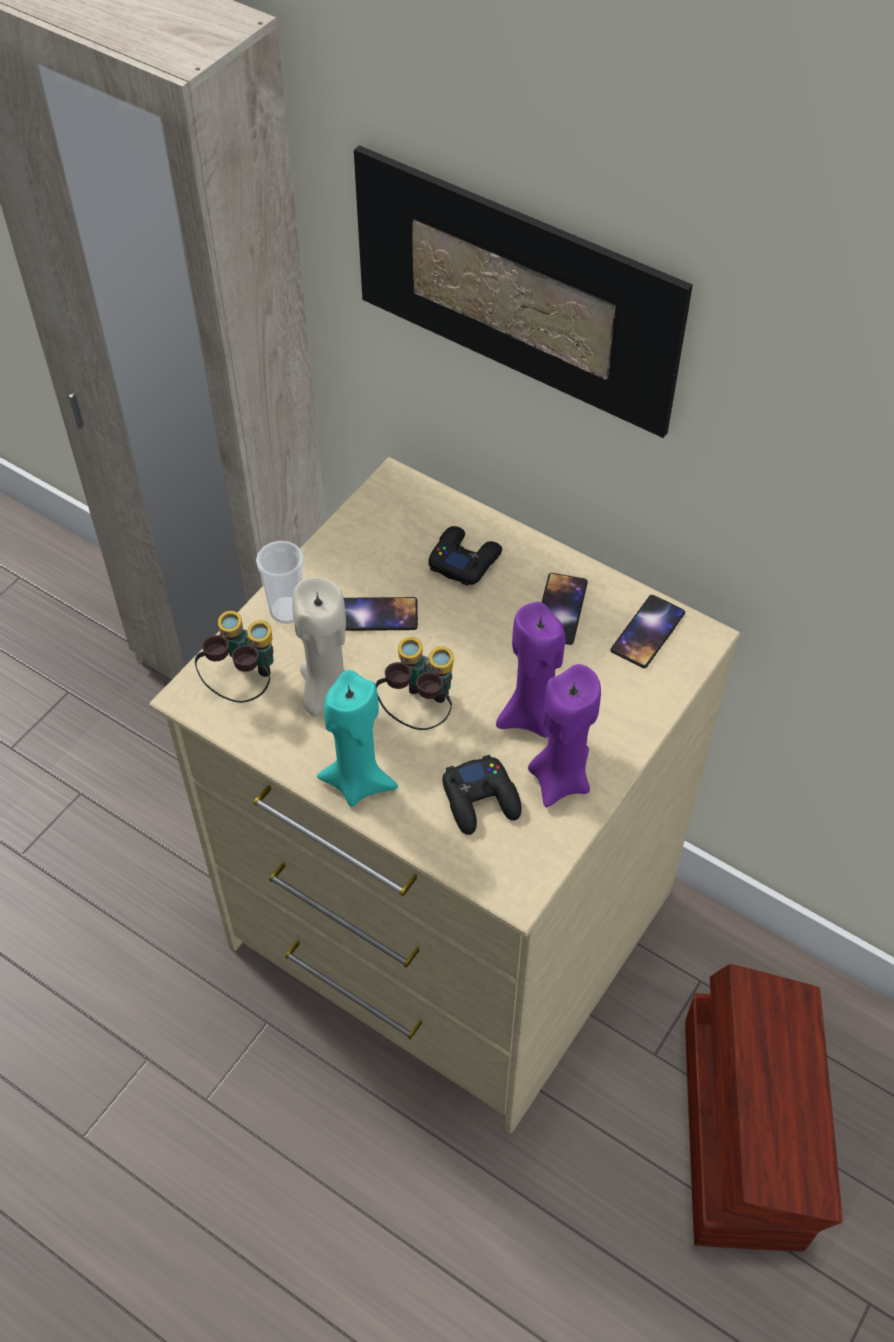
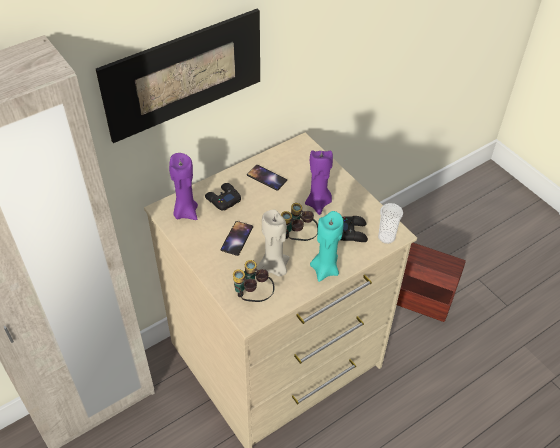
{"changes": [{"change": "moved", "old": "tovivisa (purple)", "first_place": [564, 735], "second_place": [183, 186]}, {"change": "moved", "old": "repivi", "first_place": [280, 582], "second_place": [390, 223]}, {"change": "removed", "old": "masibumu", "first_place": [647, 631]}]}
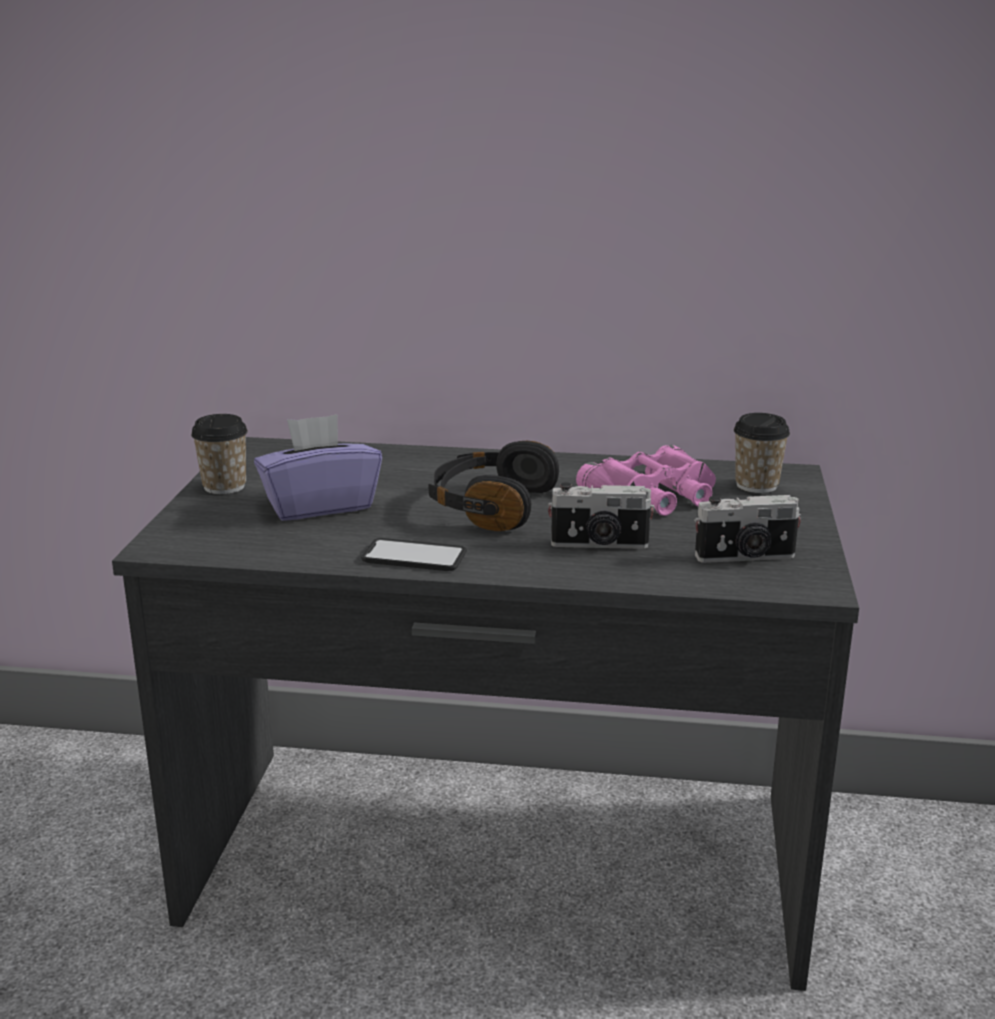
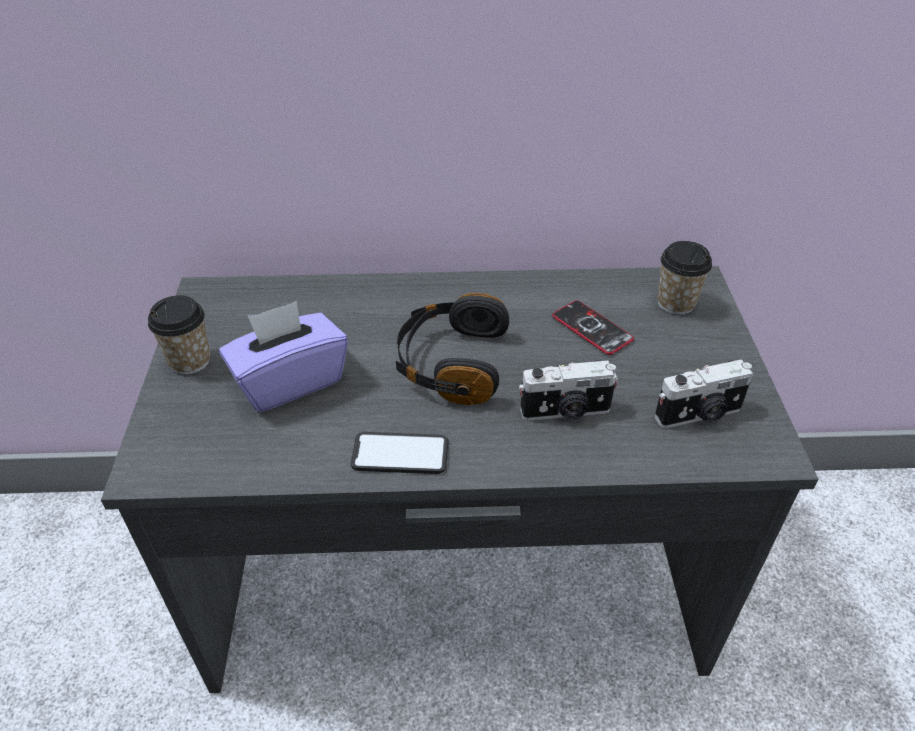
{"changes": [{"change": "replaced", "old": "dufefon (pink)", "new": "masibumu", "first_place": [646, 480], "second_place": [593, 327]}]}
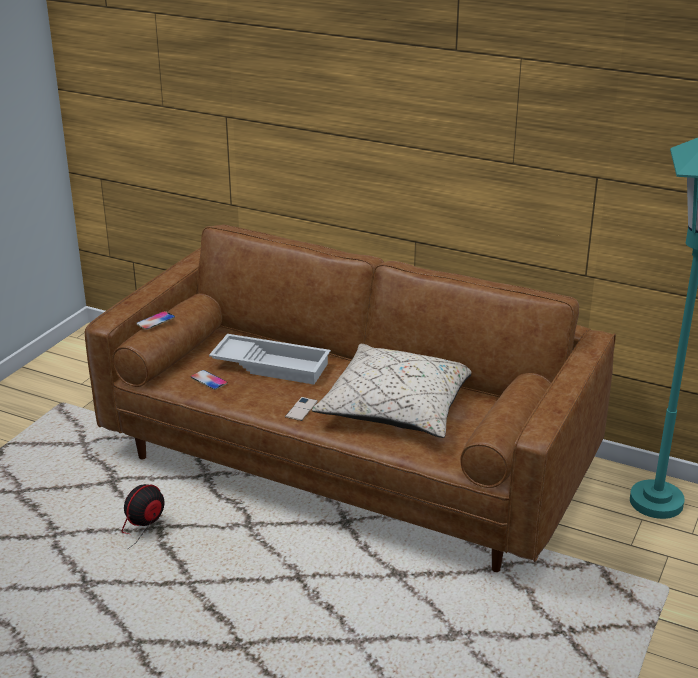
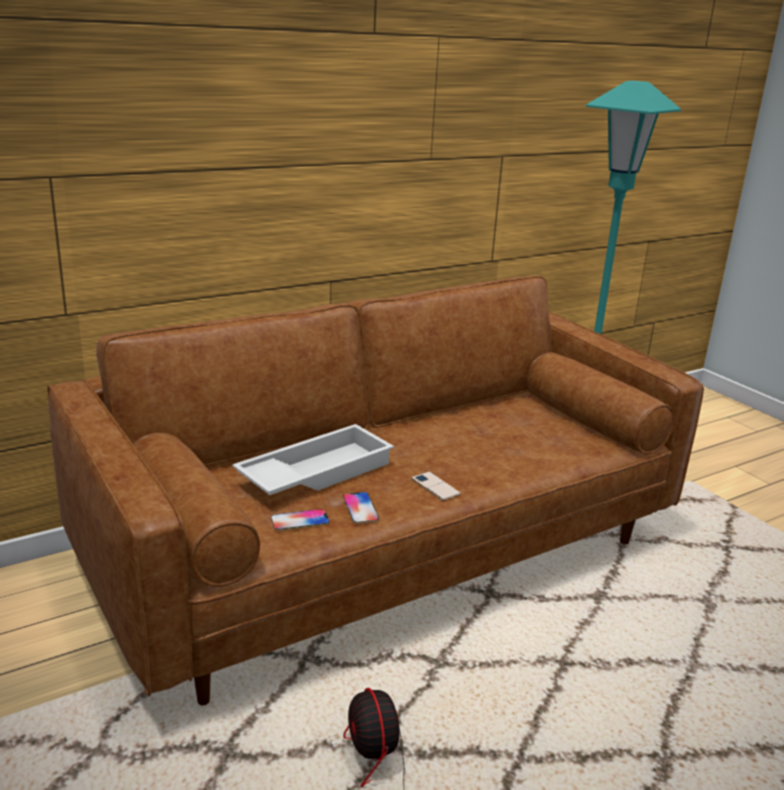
{"changes": [{"change": "moved", "old": "masibumu", "first_place": [155, 320], "second_place": [361, 508]}, {"change": "removed", "old": "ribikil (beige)", "first_place": [391, 391]}]}
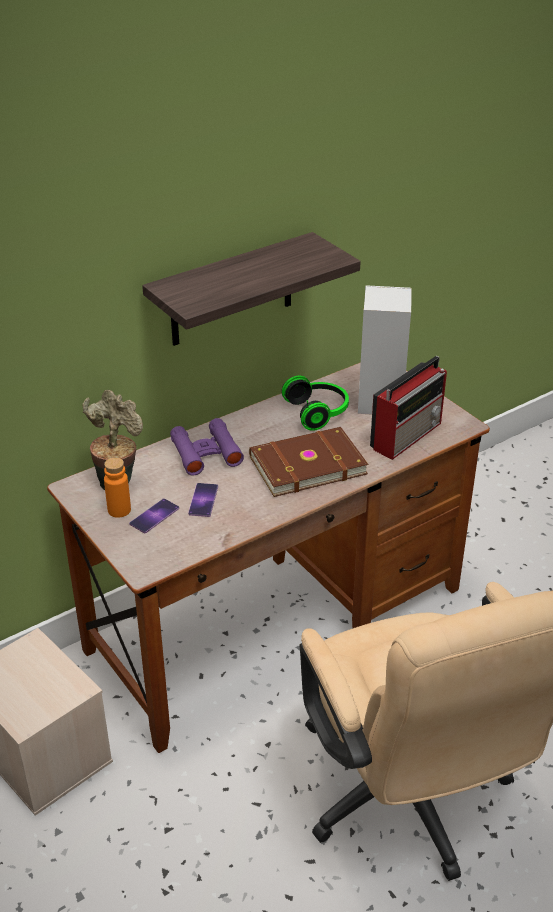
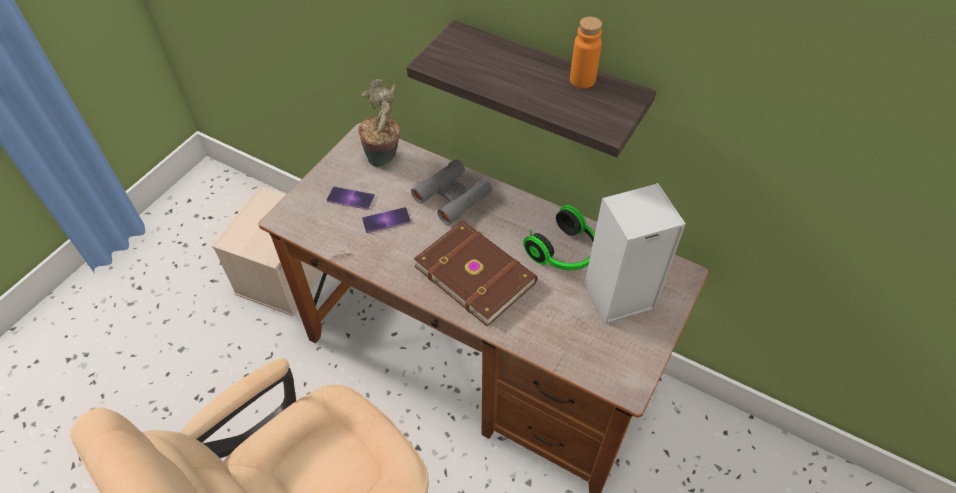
{"changes": [{"change": "recoloured", "old": "dufefon (purple)", "new": "dufefon (grey)", "first_place": [207, 447], "second_place": [451, 192]}, {"change": "moved", "old": "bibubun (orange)", "first_place": [117, 487], "second_place": [586, 52]}, {"change": "removed", "old": "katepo", "first_place": [408, 408]}]}
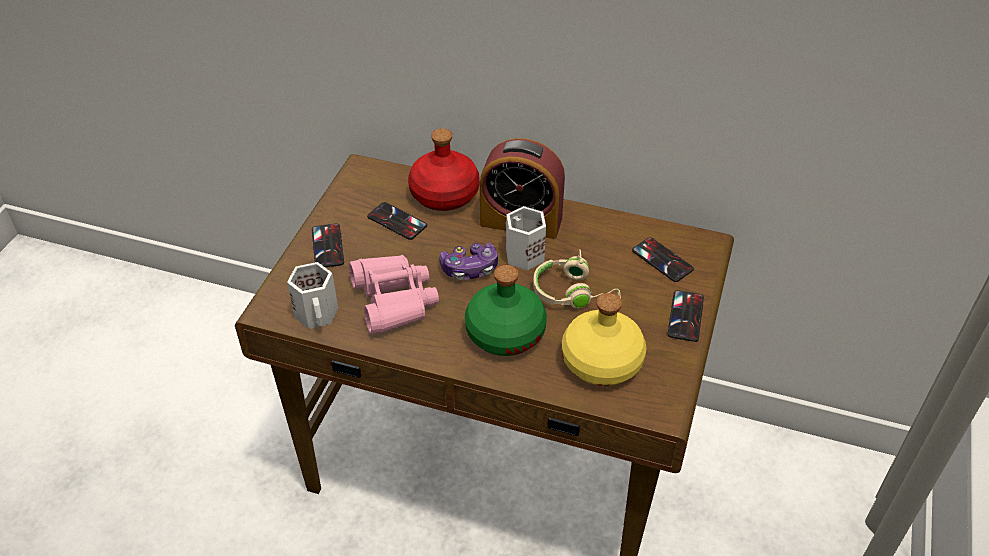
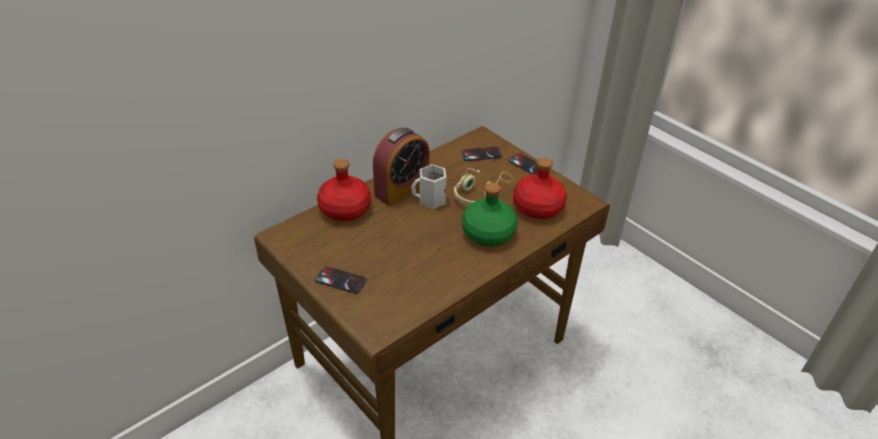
{"changes": [{"change": "recoloured", "old": "bibubun (yellow)", "new": "bibubun (red)", "first_place": [604, 339], "second_place": [540, 188]}, {"change": "removed", "old": "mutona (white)", "first_place": [312, 295]}, {"change": "removed", "old": "dufefon (pink)", "first_place": [394, 294]}, {"change": "removed", "old": "masibumu", "first_place": [397, 221]}, {"change": "removed", "old": "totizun", "first_place": [468, 261]}]}
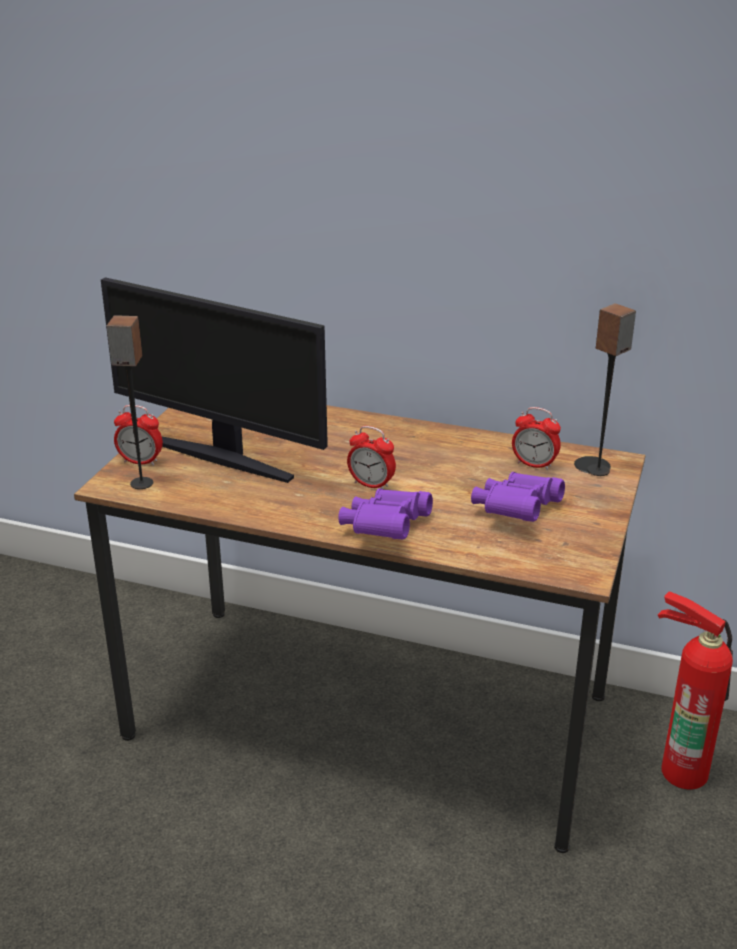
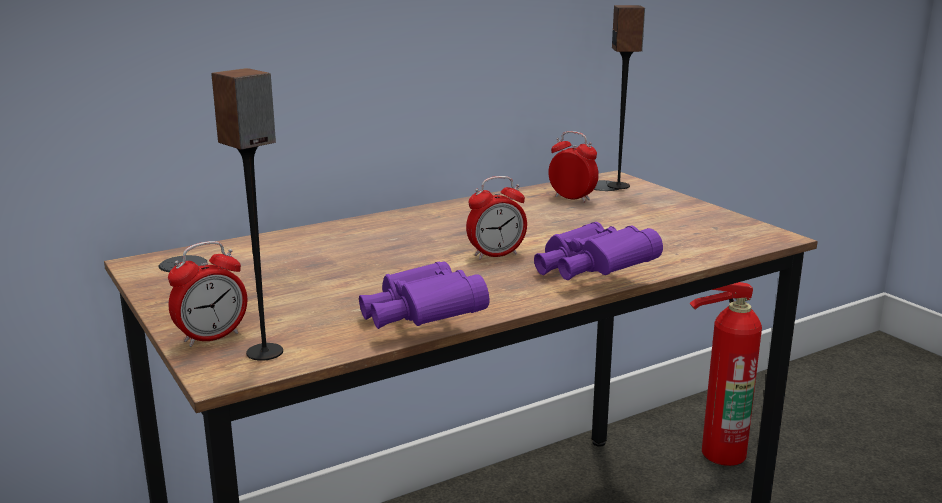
{"changes": [{"change": "moved", "old": "dufefon (purple)", "first_place": [518, 497], "second_place": [424, 295]}, {"change": "turned", "old": "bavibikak", "first_place": [536, 438], "second_place": [573, 167], "degrees": -120}, {"change": "removed", "old": "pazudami", "first_place": [214, 380]}]}
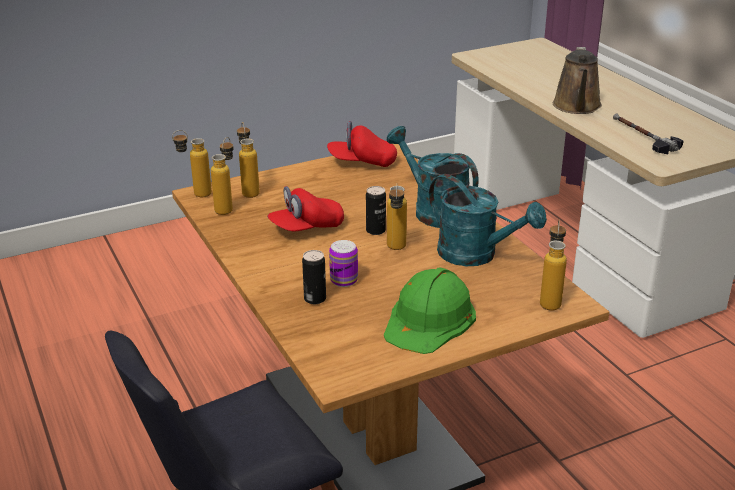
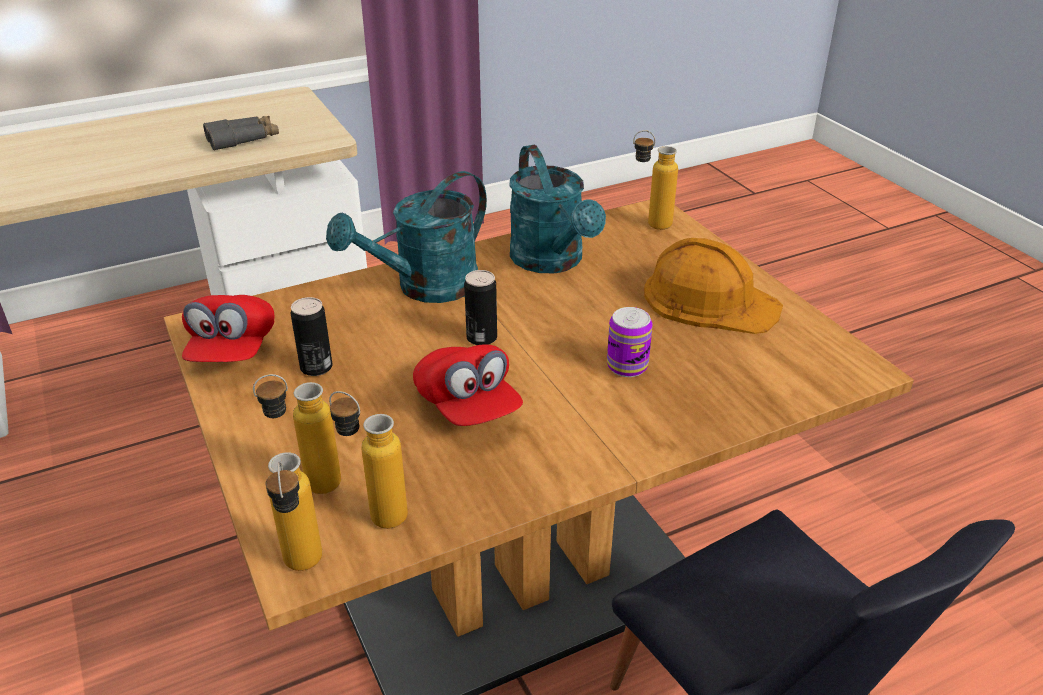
{"changes": [{"change": "replaced", "old": "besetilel", "new": "dufefon (grey)", "first_place": [648, 134], "second_place": [241, 133]}, {"change": "moved", "old": "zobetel", "first_place": [314, 277], "second_place": [311, 336]}, {"change": "turned", "old": "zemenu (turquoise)", "first_place": [488, 220], "second_place": [558, 209], "degrees": 120}, {"change": "recoloured", "old": "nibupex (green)", "new": "nibupex (orange)", "first_place": [430, 310], "second_place": [713, 286]}, {"change": "removed", "old": "bibubun", "first_place": [397, 216]}, {"change": "removed", "old": "zemenu (brown)", "first_place": [577, 80]}]}
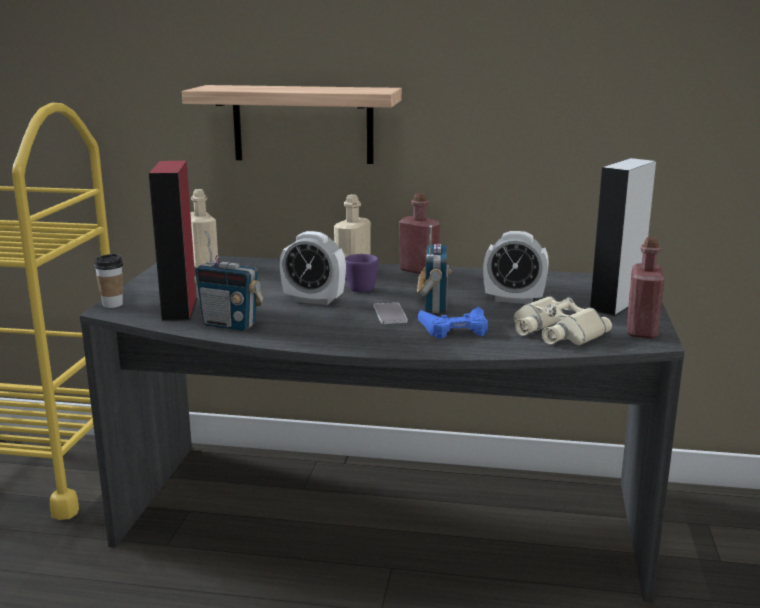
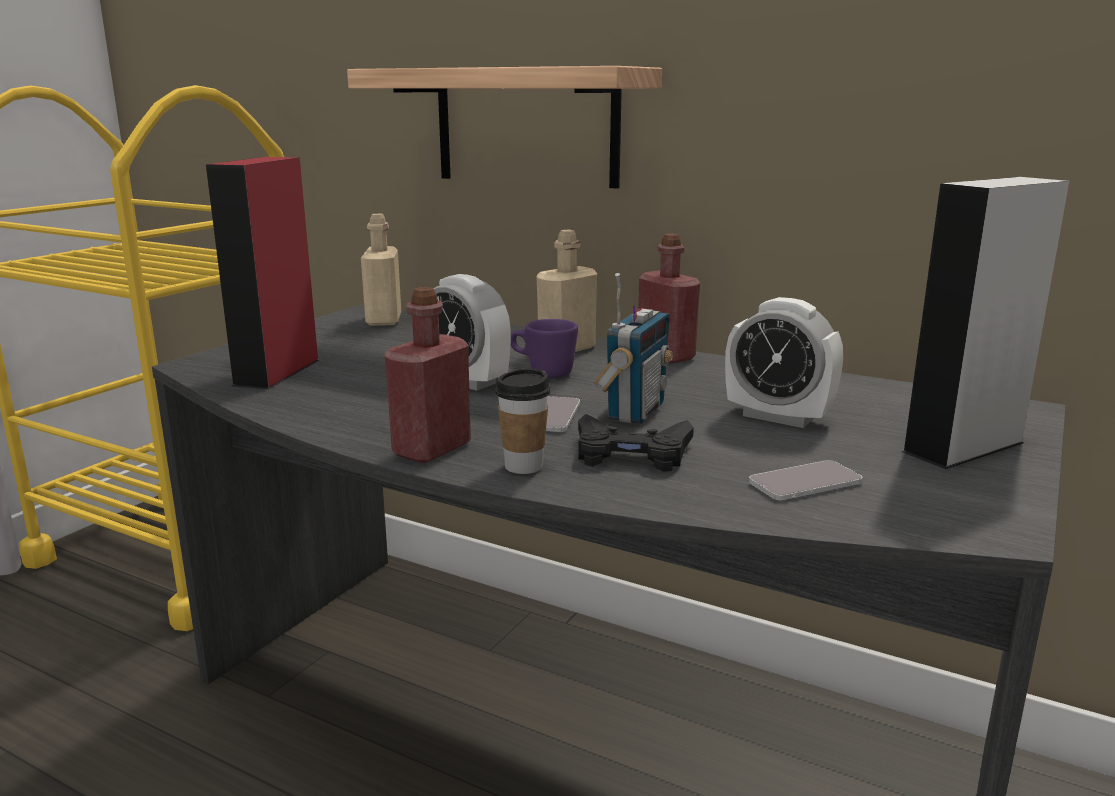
{"changes": [{"change": "moved", "old": "bibubun (red)", "first_place": [645, 288], "second_place": [428, 375]}, {"change": "moved", "old": "repivi", "first_place": [108, 281], "second_place": [522, 421]}, {"change": "recoloured", "old": "totizun (blue)", "new": "totizun (black)", "first_place": [453, 323], "second_place": [636, 443]}, {"change": "replaced", "old": "dufefon (beige)", "new": "masibumu", "first_place": [563, 320], "second_place": [805, 480]}, {"change": "removed", "old": "katepo", "first_place": [229, 281]}]}
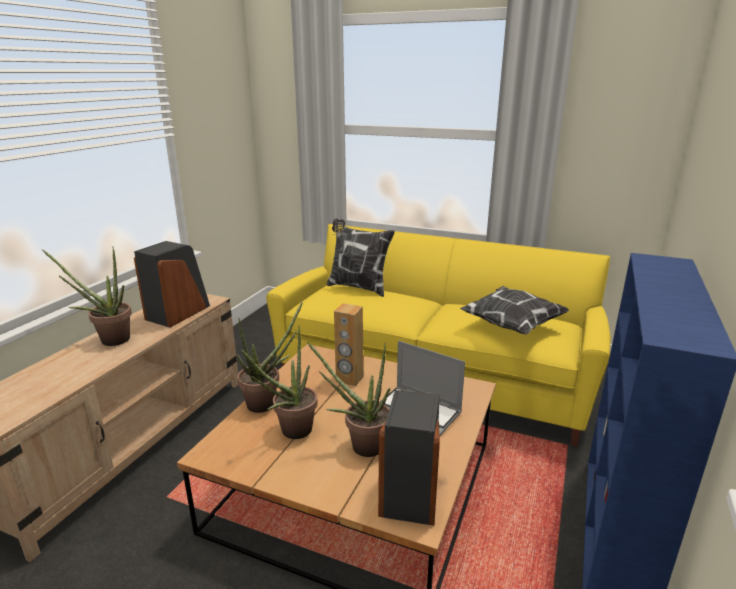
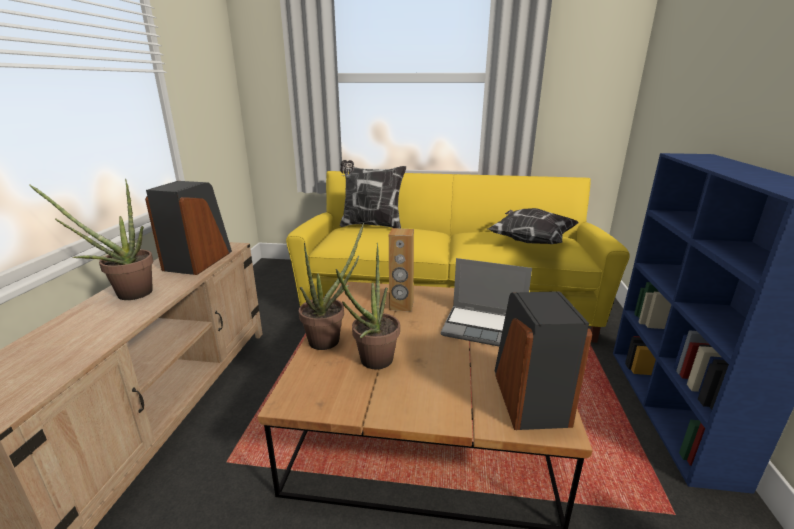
{"changes": [{"change": "removed", "old": "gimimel", "first_place": [349, 399]}]}
